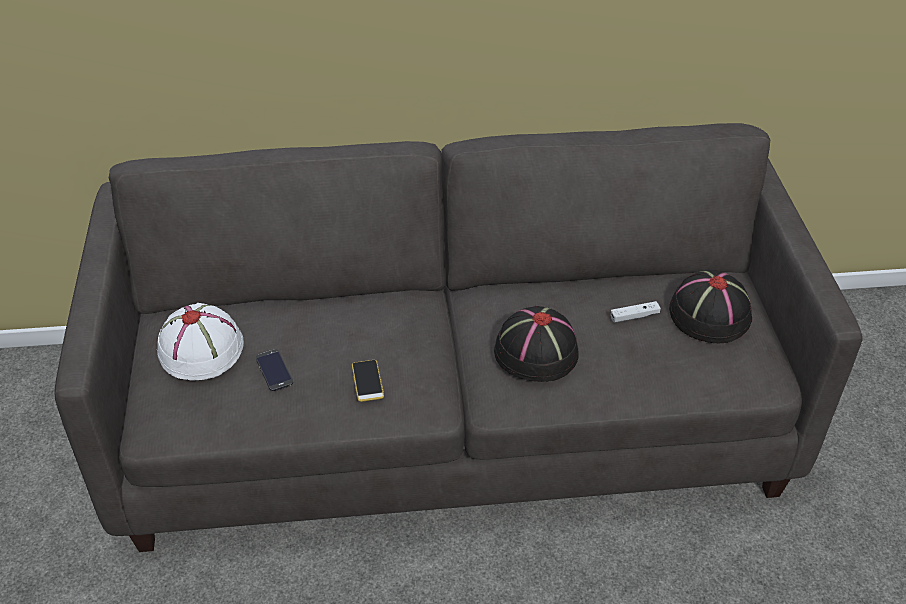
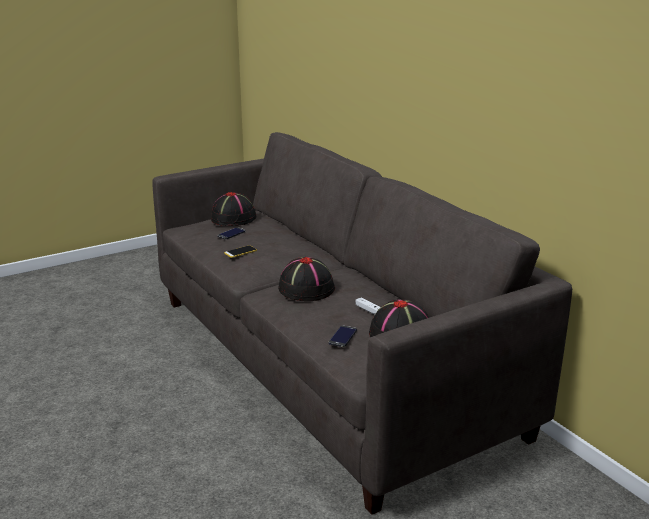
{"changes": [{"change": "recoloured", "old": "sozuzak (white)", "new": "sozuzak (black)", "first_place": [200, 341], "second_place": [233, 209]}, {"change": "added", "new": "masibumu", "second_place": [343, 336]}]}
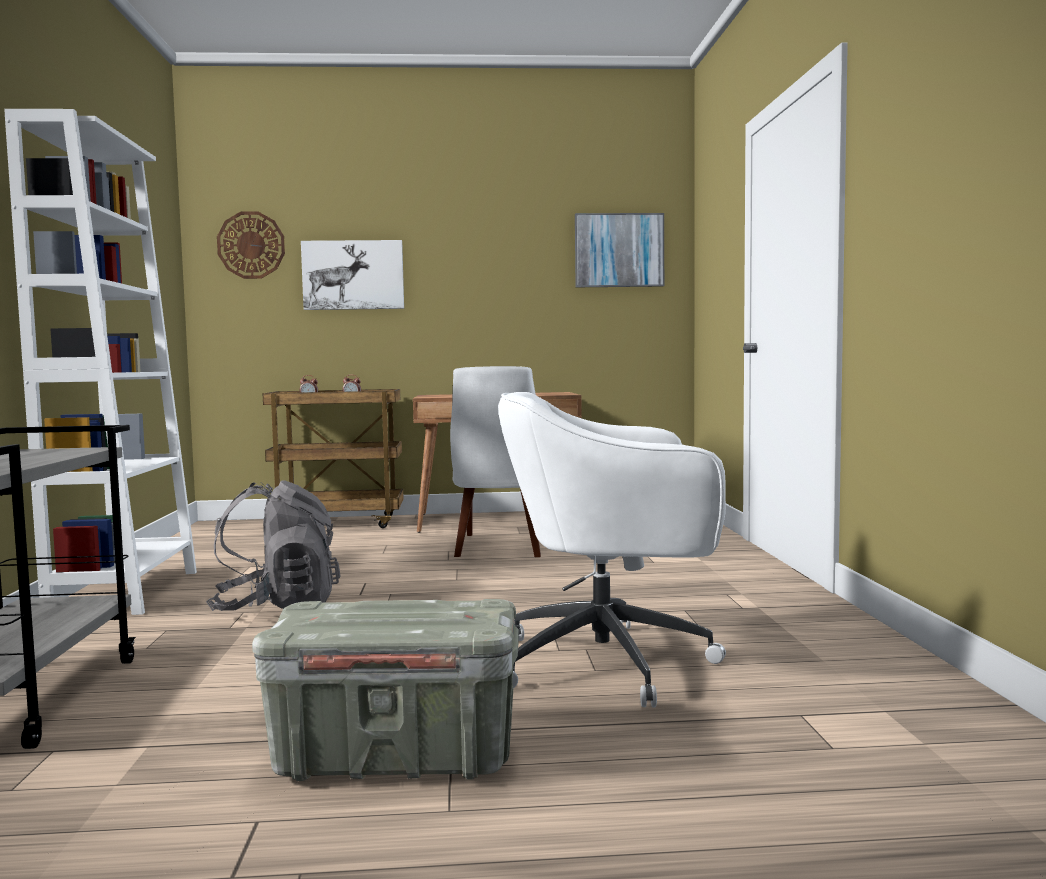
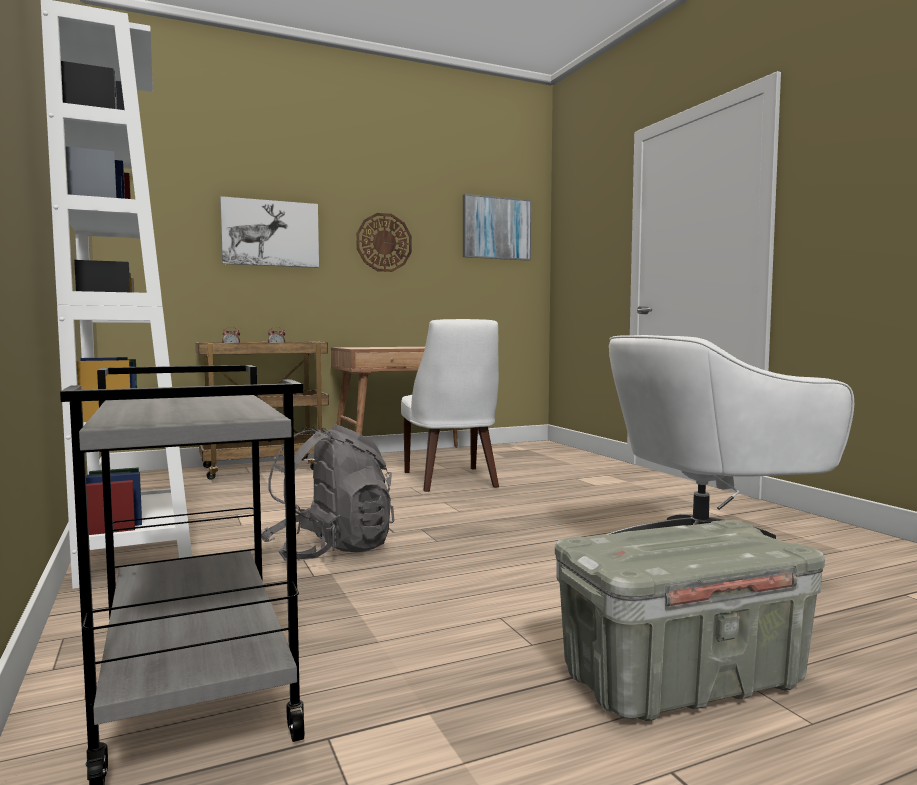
{"changes": [{"change": "moved", "old": "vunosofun", "first_place": [251, 245], "second_place": [384, 242]}]}
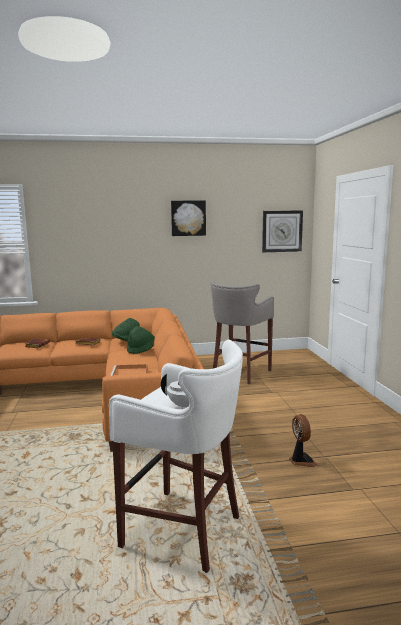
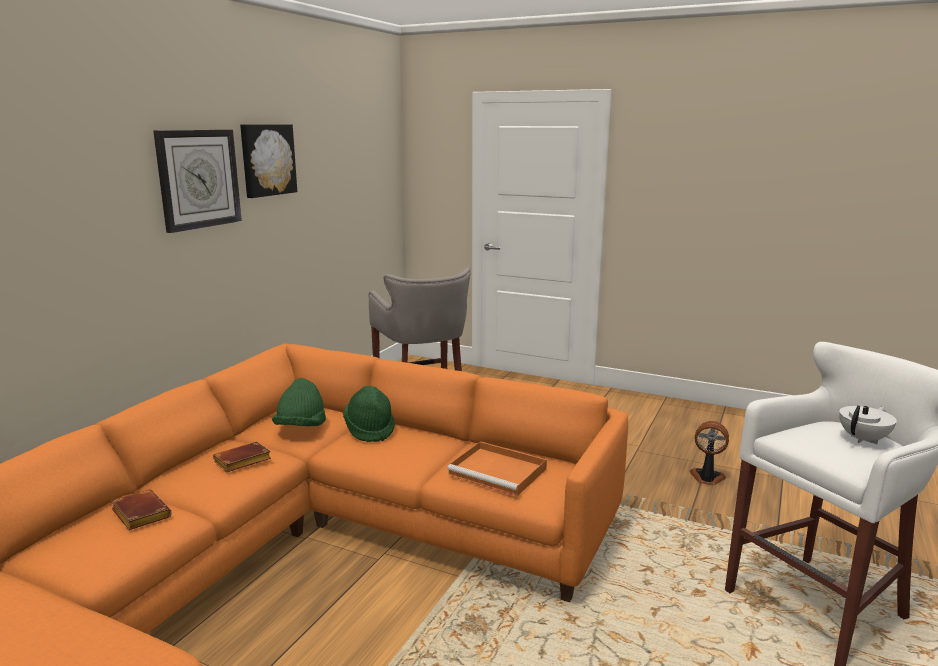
{"changes": [{"change": "moved", "old": "vunosofun", "first_place": [282, 231], "second_place": [197, 181]}]}
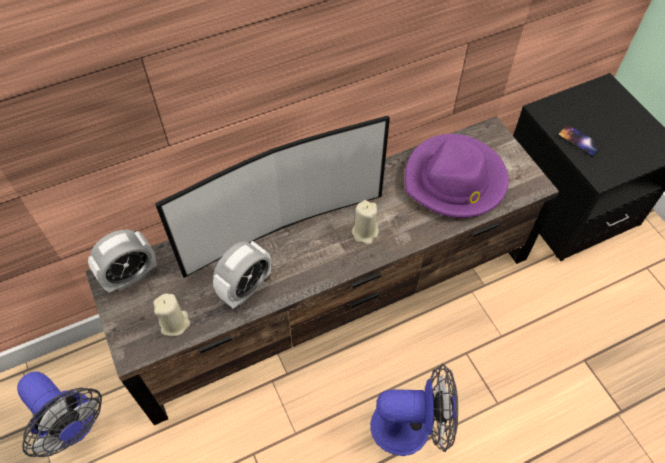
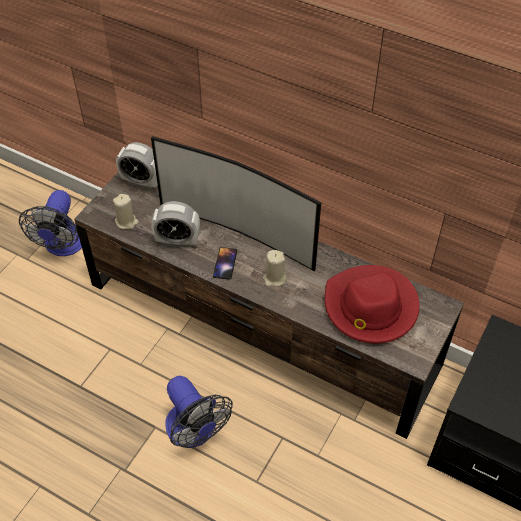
{"changes": [{"change": "moved", "old": "masibumu", "first_place": [580, 140], "second_place": [225, 263]}, {"change": "recoloured", "old": "sozuzak (purple)", "new": "sozuzak (red)", "first_place": [457, 176], "second_place": [372, 304]}]}
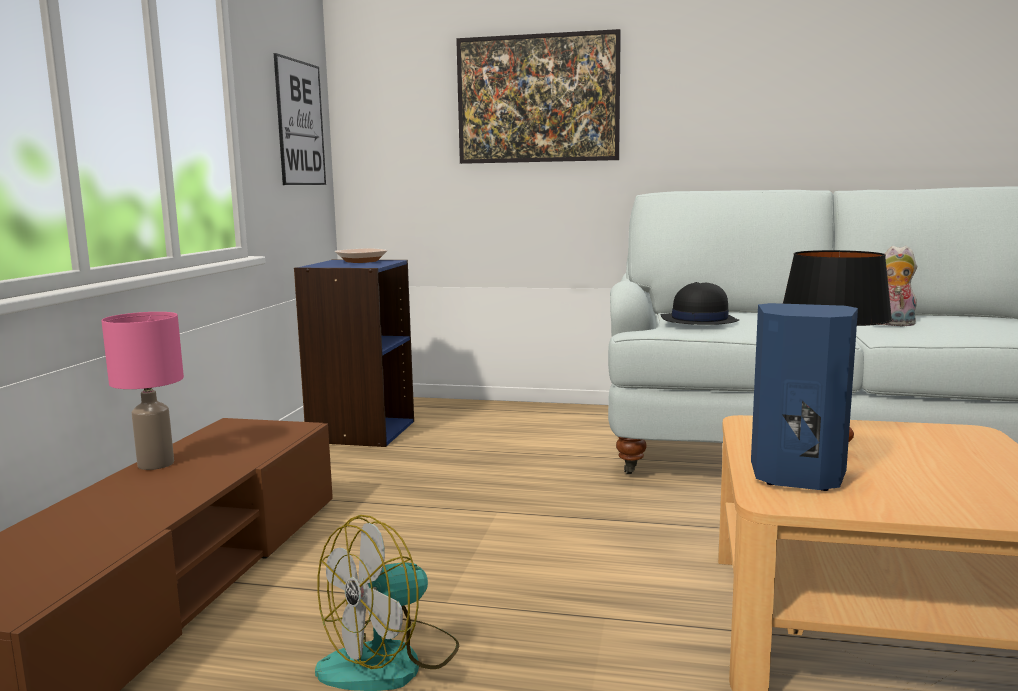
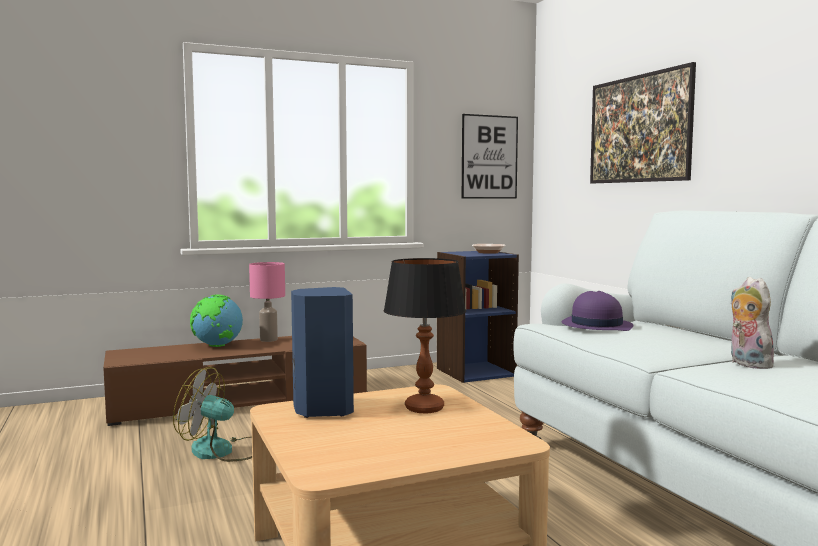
{"changes": [{"change": "added", "new": "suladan", "second_place": [216, 321]}, {"change": "recoloured", "old": "sozuzak (black)", "new": "sozuzak (purple)", "first_place": [700, 303], "second_place": [597, 311]}]}
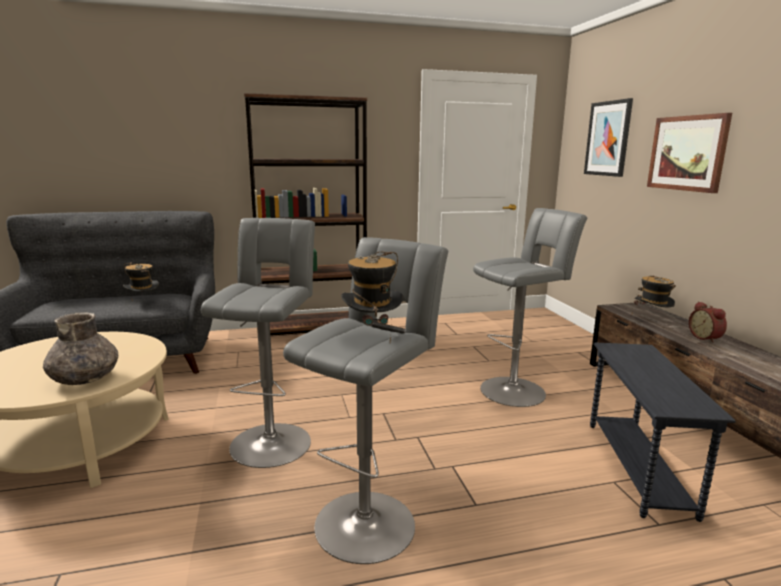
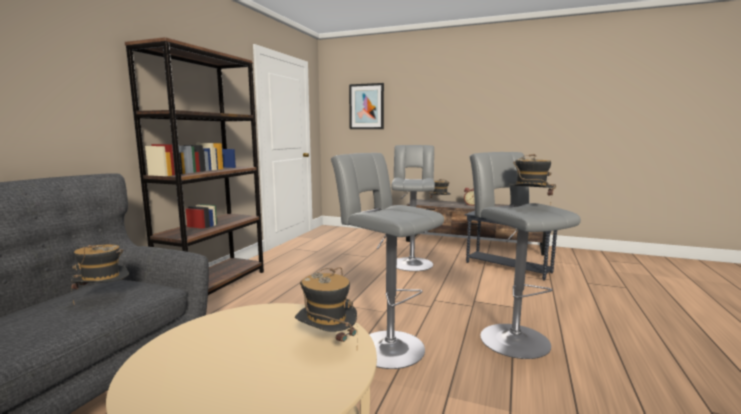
{"changes": [{"change": "replaced", "old": "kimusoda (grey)", "new": "sozuzak", "first_place": [80, 348], "second_place": [326, 308]}, {"change": "removed", "old": "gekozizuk", "first_place": [689, 153]}]}
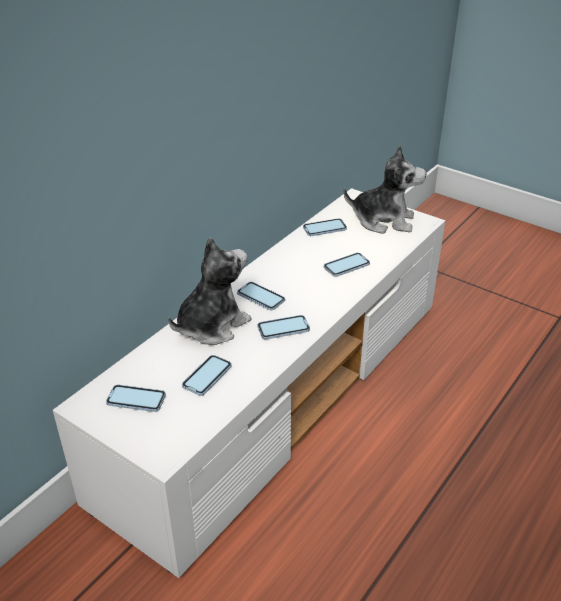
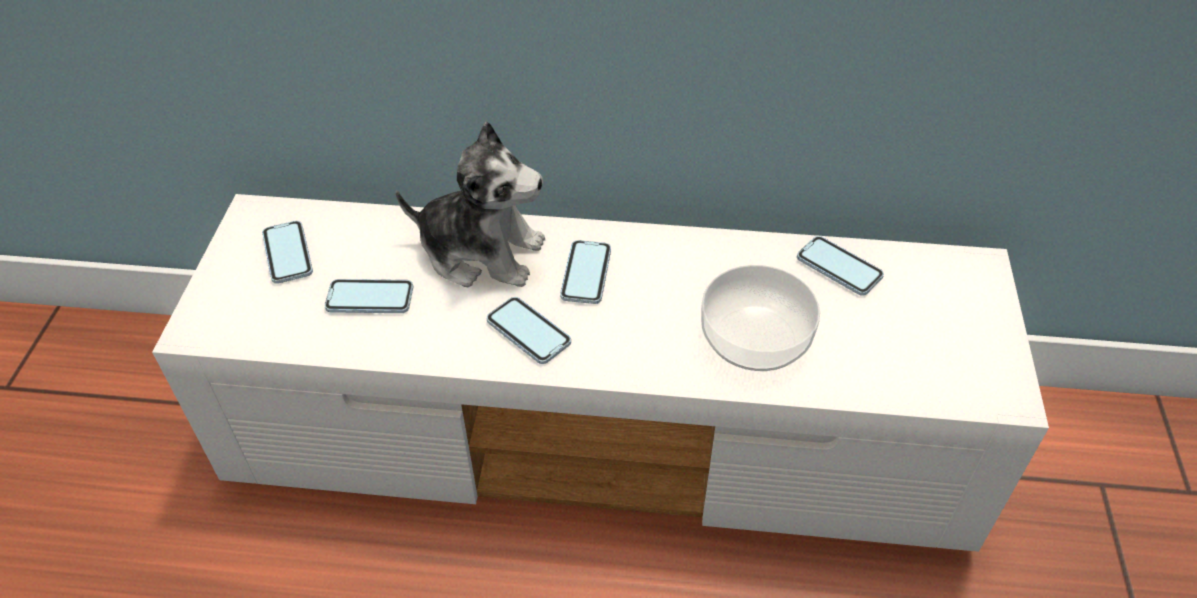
{"changes": [{"change": "replaced", "old": "masibumu", "new": "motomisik", "first_place": [347, 265], "second_place": [760, 318]}, {"change": "removed", "old": "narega", "first_place": [384, 189]}]}
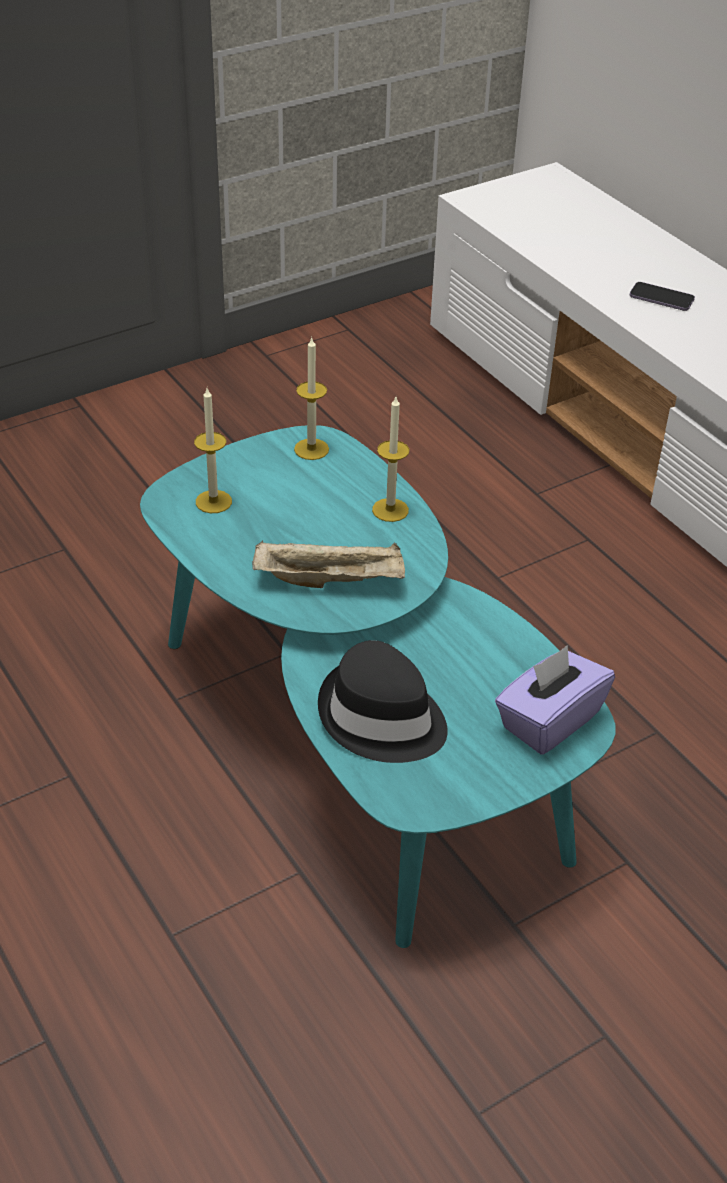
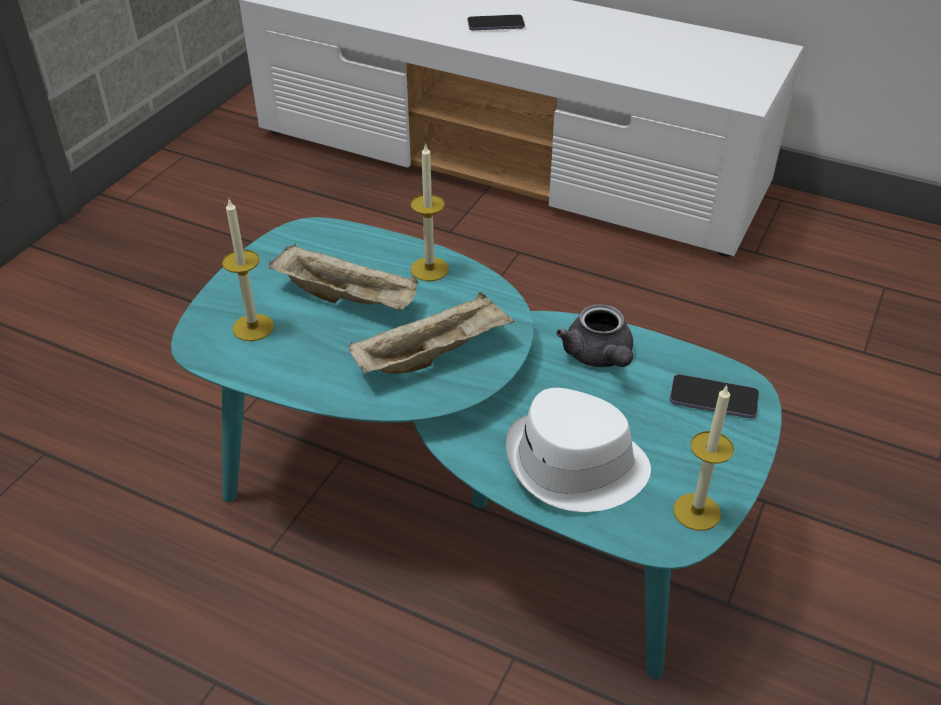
{"changes": [{"change": "added", "new": "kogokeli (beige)", "second_place": [343, 277]}, {"change": "recoloured", "old": "sozuzak (black)", "new": "sozuzak (white)", "first_place": [383, 701], "second_place": [578, 450]}, {"change": "added", "new": "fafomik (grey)", "second_place": [594, 335]}, {"change": "replaced", "old": "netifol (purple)", "new": "masibumu", "first_place": [555, 700], "second_place": [714, 396]}, {"change": "moved", "old": "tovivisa", "first_place": [311, 399], "second_place": [703, 457]}]}
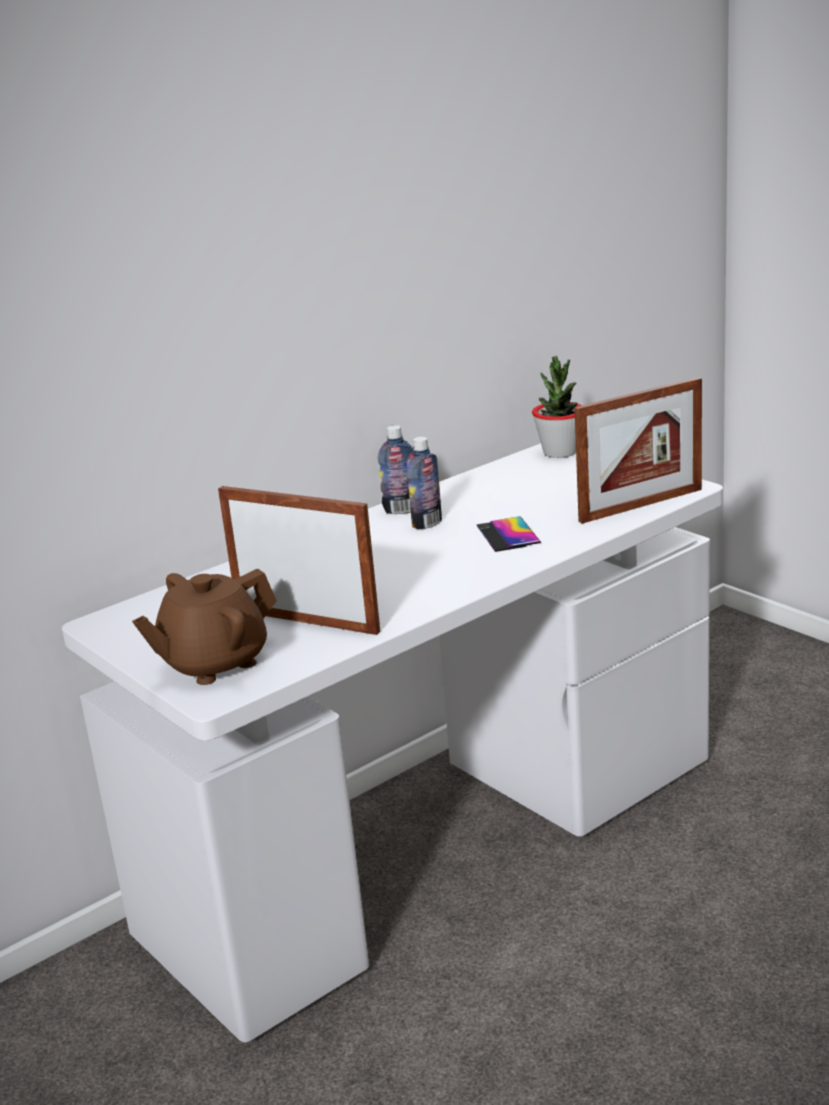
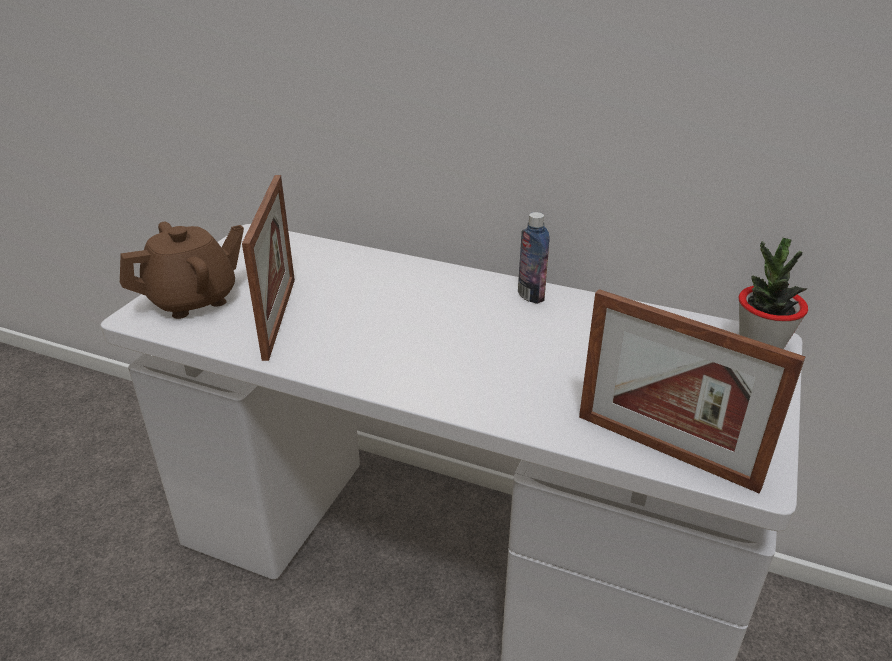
{"changes": [{"change": "turned", "old": "fafomik (brown)", "first_place": [204, 626], "second_place": [182, 270], "degrees": 120}, {"change": "removed", "old": "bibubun", "first_place": [424, 483]}, {"change": "removed", "old": "masibumu", "first_place": [508, 534]}]}
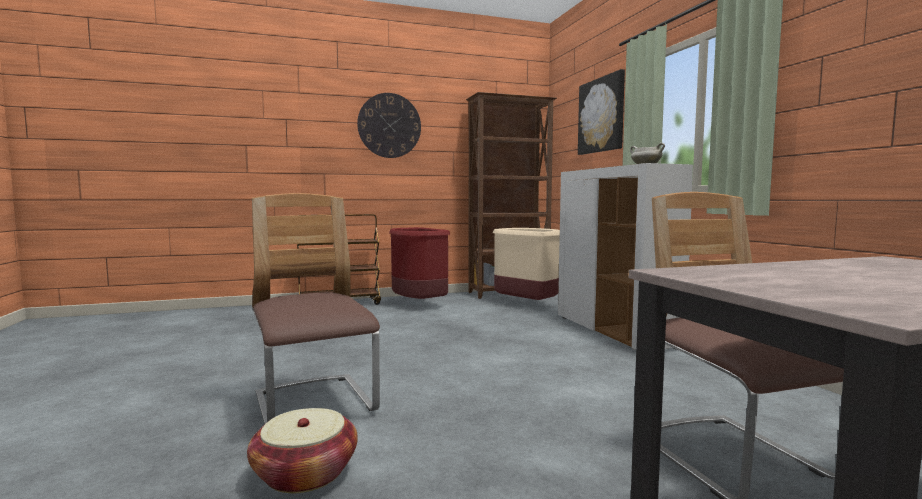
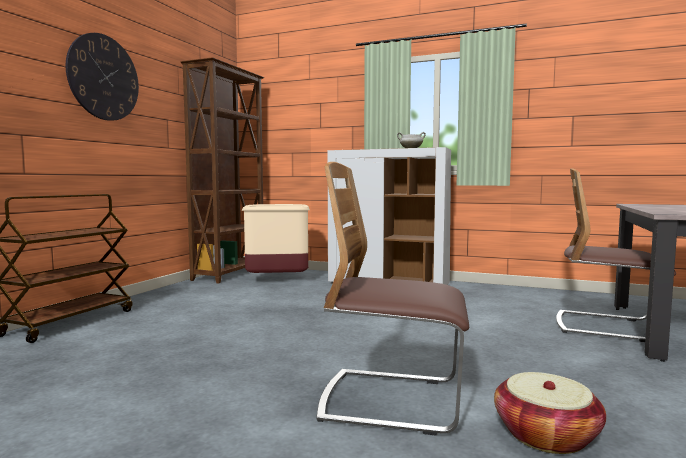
{"changes": [{"change": "removed", "old": "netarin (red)", "first_place": [419, 263]}, {"change": "removed", "old": "gekozizuk", "first_place": [601, 112]}]}
